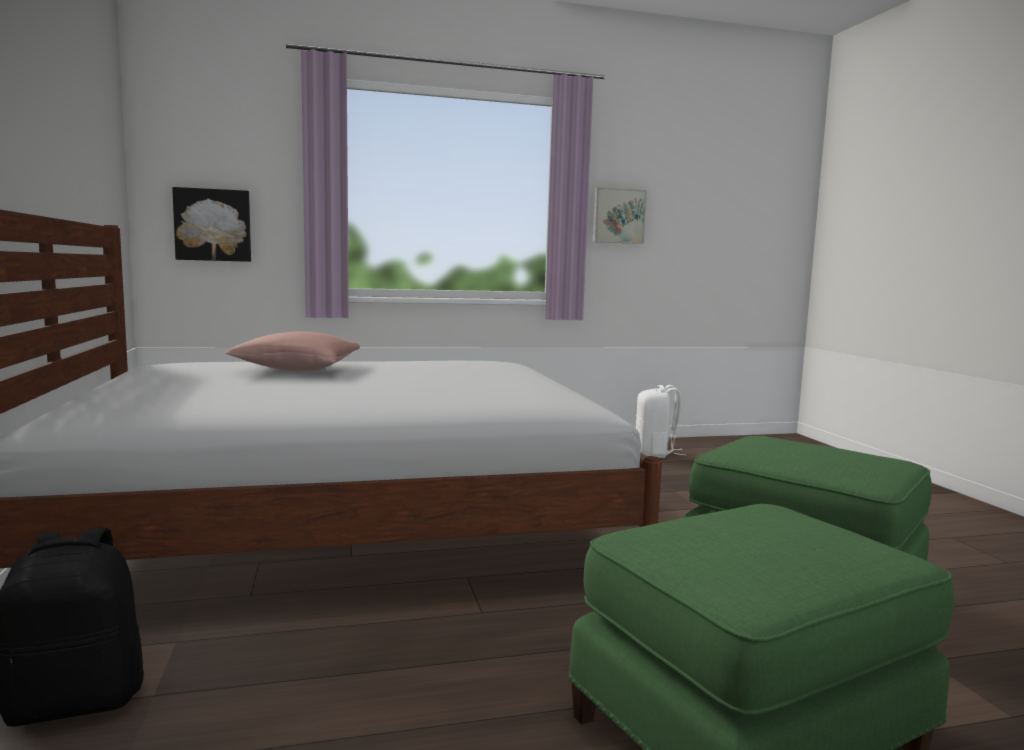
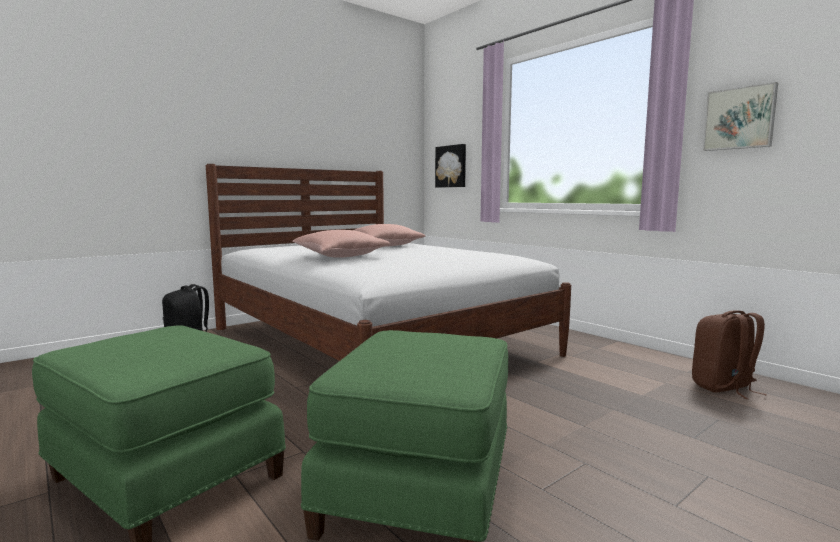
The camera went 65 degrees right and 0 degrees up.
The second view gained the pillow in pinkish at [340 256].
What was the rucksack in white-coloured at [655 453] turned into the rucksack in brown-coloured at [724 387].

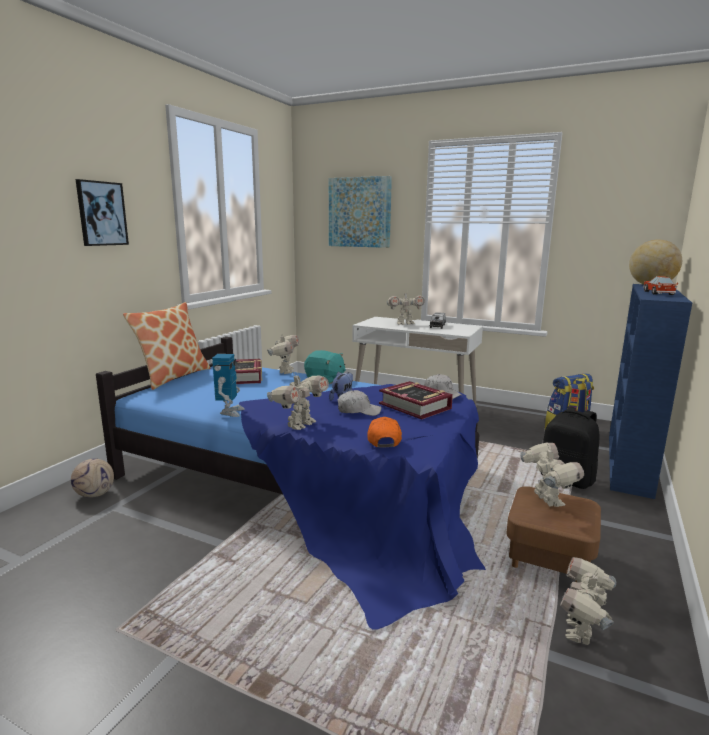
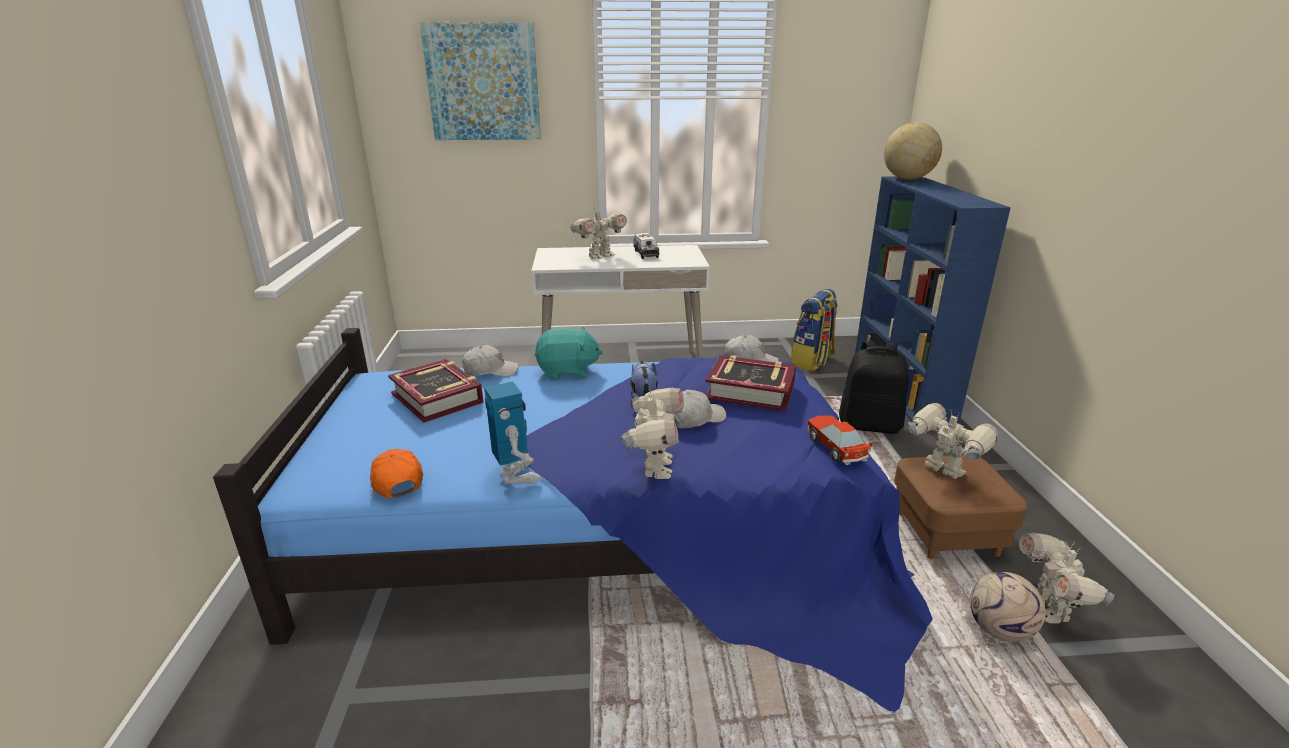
The camera went 30 degrees left and 10 degrees up.
The peaked cap in orangey ended up elsewhere, having gone from [383 439] to [396 480].
Where the robot figure stood at [285 371], the peaked cap in white-coloured came to stand at [490 370].
The miniature car ended up elsewhere, having gone from [658 293] to [835 447].
The football ended up elsewhere, having gone from [95 495] to [999 630].
The second view lost the picture at [101 213].
The second view lost the pillow at [173 377].

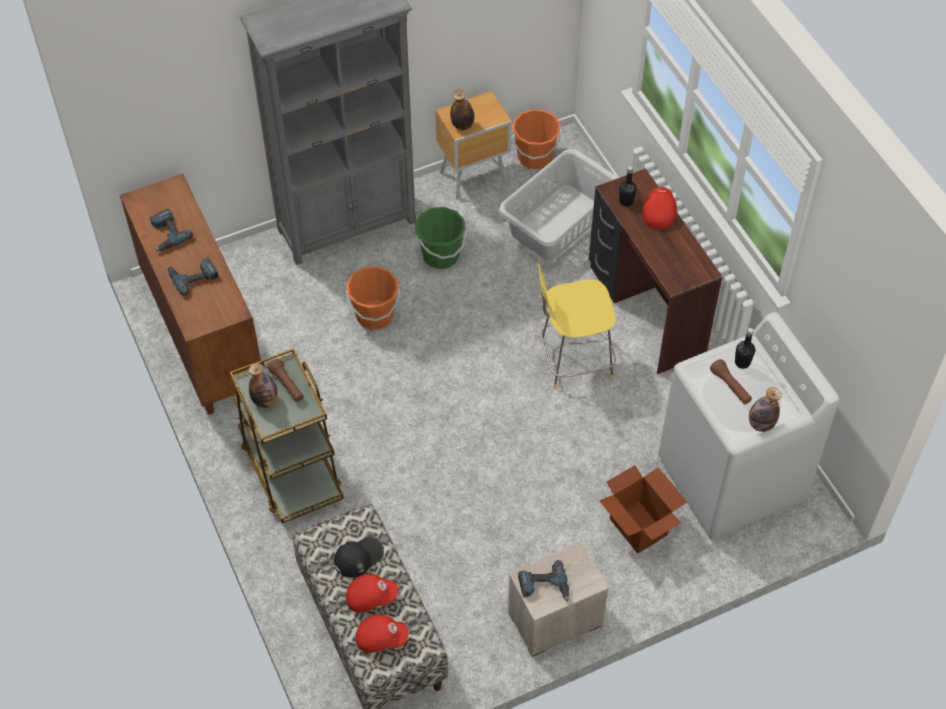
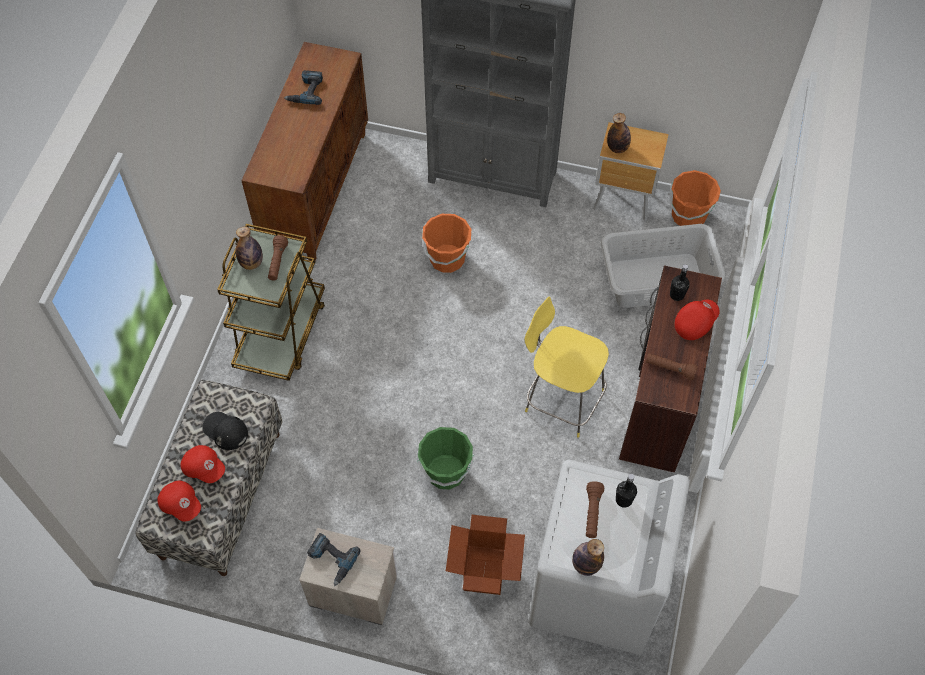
The camera went 40 degrees right and 5 degrees up.
The peaked cap in blackish at [358 557] ended up facing another way, 150 degrees counterclockwise from before.
The water bucket in green-coloured ended up elsewhere, having gone from [441 255] to [445 472].
The second view gained the torch in brown-coloured at [669 369].
The second view lost the drill at [193 276].

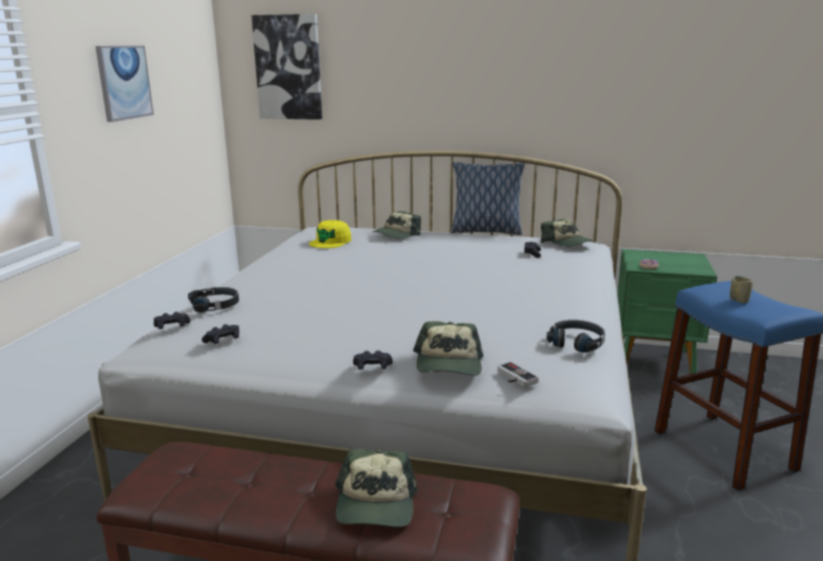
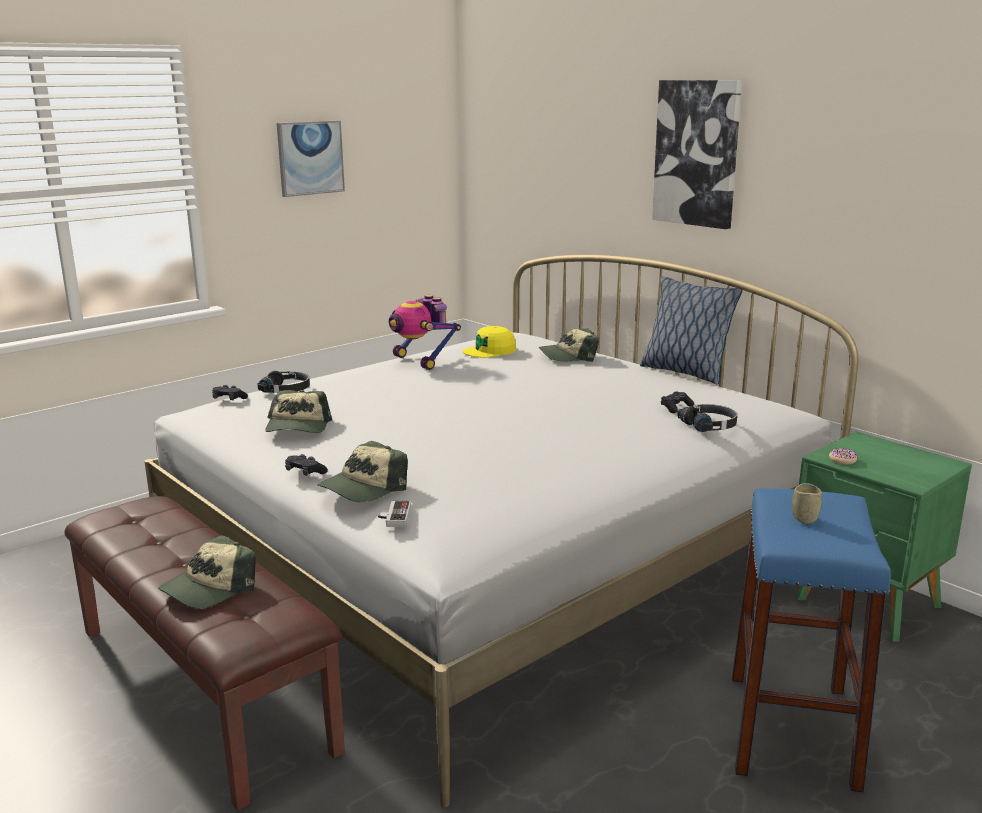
The camera went 35 degrees right and 0 degrees up.
The peaked cap ended up elsewhere, having gone from [567 243] to [298 427].
The second view gained the robot figure at [421 361].
The picture ended up elsewhere, having gone from [288 67] to [697 153].
The headset in blackish ended up elsewhere, having gone from [576 342] to [709 425].
The second view lost the game controller in blackish at [223 340].

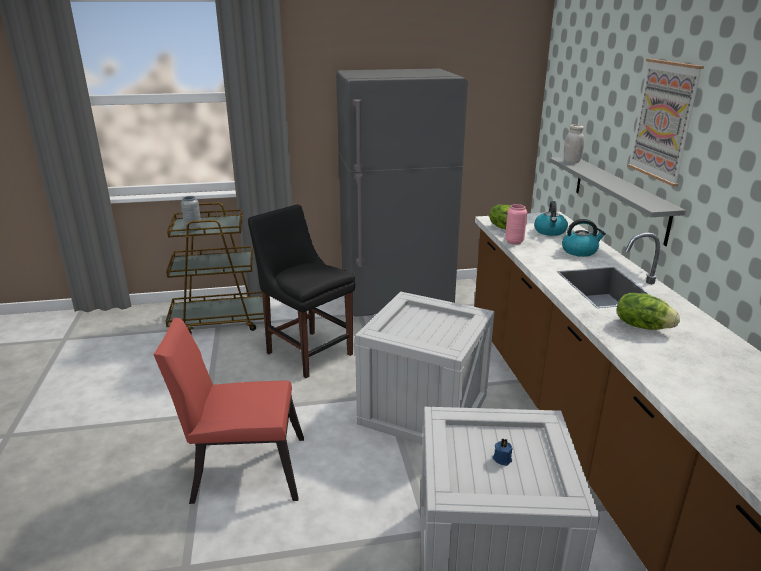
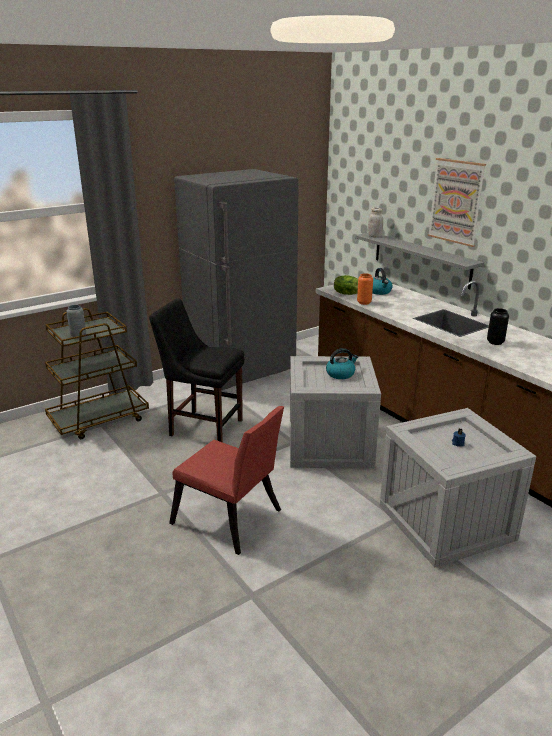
The camera went 25 degrees left and 0 degrees up.
The upright chair in red-coloured at [242 468] ended up facing another way, 120 degrees counterclockwise from before.
The tea kettle ended up elsewhere, having gone from [580 251] to [340 374].
What was the decorative vase in pinkish at [514 242] turned into the decorative vase in orangey at [364 302].
Where the lettuce head stood at [642 326], the decorative vase in blackish came to stand at [495 342].

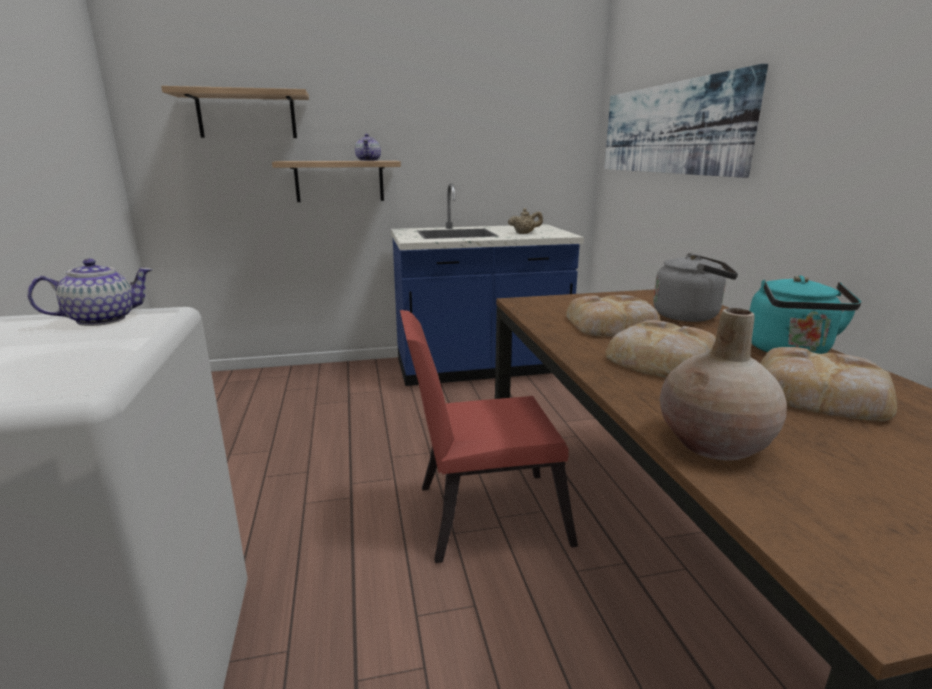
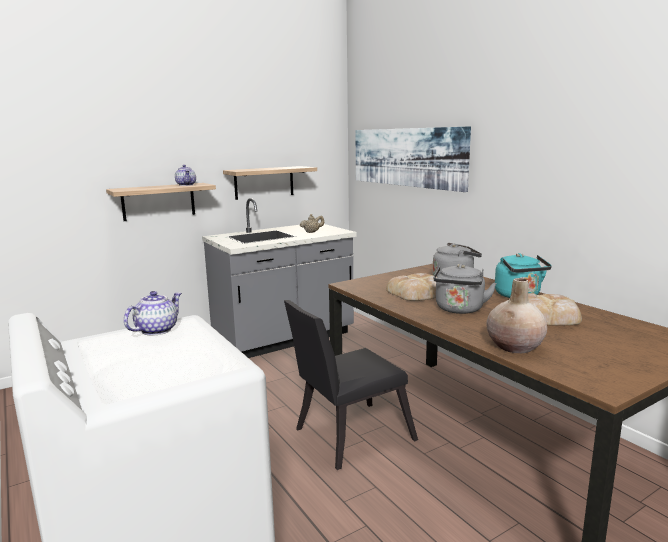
The camera went 20 degrees left and 5 degrees down.
What was the counter in blue-coloured at [480 368] turned into the counter in gray at [284 339].
The bracket shelf ended up elsewhere, having gone from [247 115] to [264 182].
What was the upright chair in red-coloured at [481 514] turned into the upright chair in blackish at [347 436].
Where the baked bread stood at [659 359], the tea kettle in gray came to stand at [459 310].

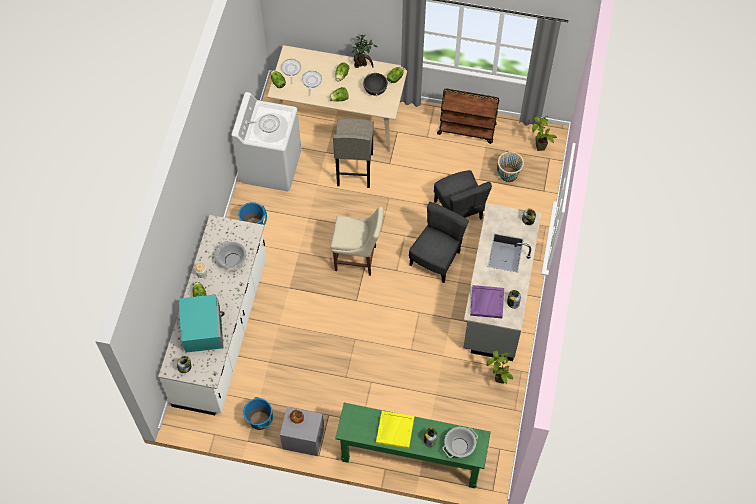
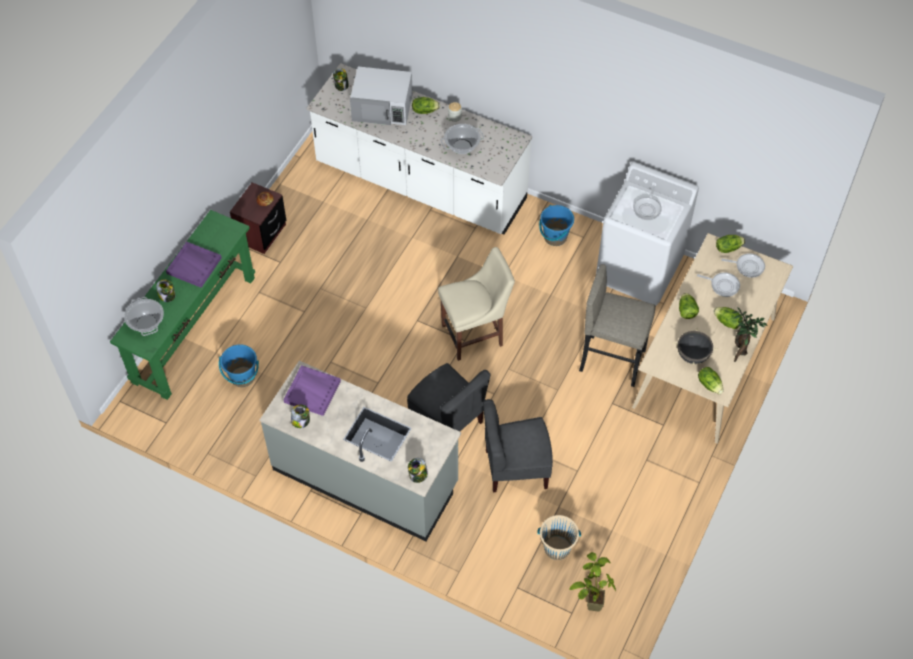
The camera went 105 degrees right and 5 degrees down.
What was the carrying tray in yellow-coloured at [394 430] turned into the carrying tray in purplish at [194 265].
The water bucket in blue-coloured ended up elsewhere, having gone from [260 421] to [242 377].
What was the night table in gray at [303 439] turned into the night table in brown-coloured at [261 233].
What was the microwave oven in blue-green at [202 328] turned into the microwave oven in white-coloured at [383 107].
The upright chair in sand-coloured at [358 259] ended up facing another way, 135 degrees counterclockwise from before.
The second view lost the wheeled cart in brown-coloured at [467 129].
The second view lost the potted plant at [498 382].

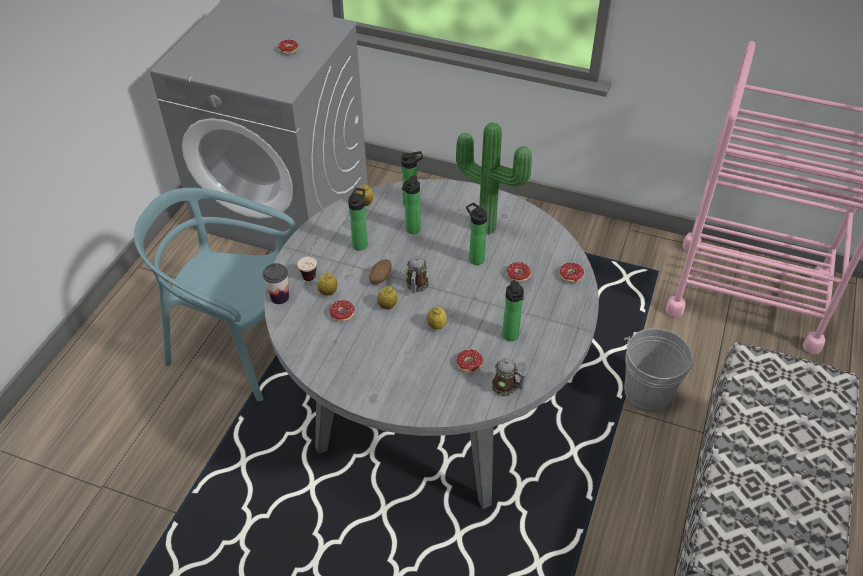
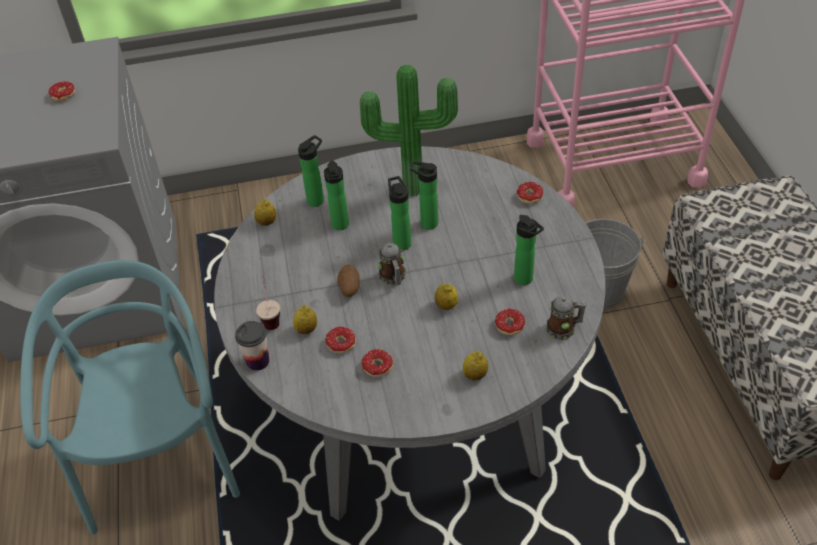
The camera went 30 degrees left and 0 degrees up.
The upright chair in blue-green at [238 345] ended up facing another way, 90 degrees clockwise from before.
The ring doughnut ended up elsewhere, having gone from [515 277] to [375 371].
The bottle ended up elsewhere, having gone from [361 243] to [401 242].
The whole lemon ended up elsewhere, having gone from [387 305] to [475 375].

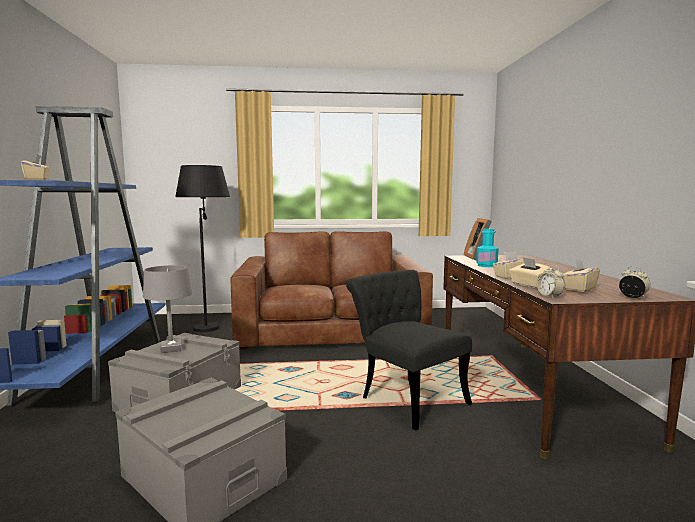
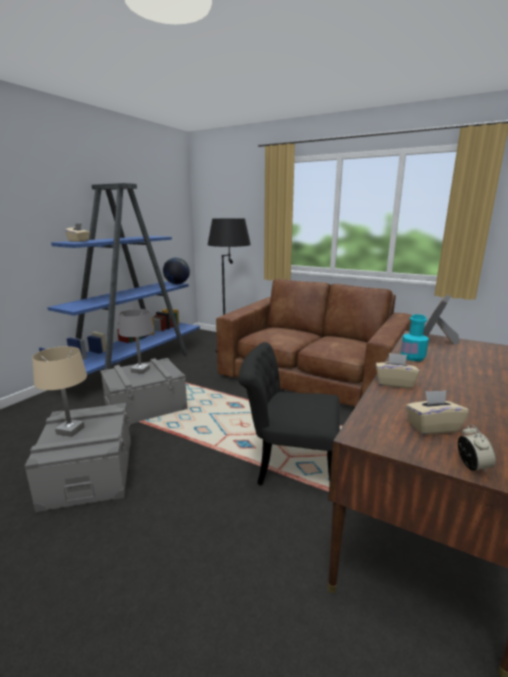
The camera went 35 degrees right and 10 degrees up.
The second view gained the table lamp in sand-coloured at [70 430].
The second view gained the world globe at [177 284].
The upright chair in blackish at [406 397] ended up facing another way, 75 degrees counterclockwise from before.
The second view lost the tissue holder in sand-coloured at [529 285].
The second view lost the bedside clock at [549 296].

